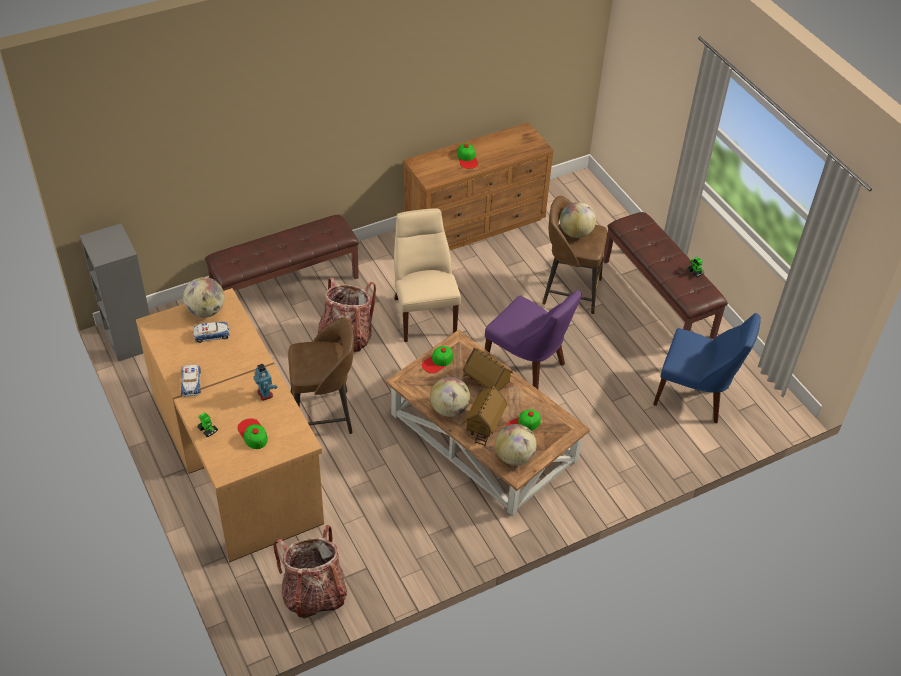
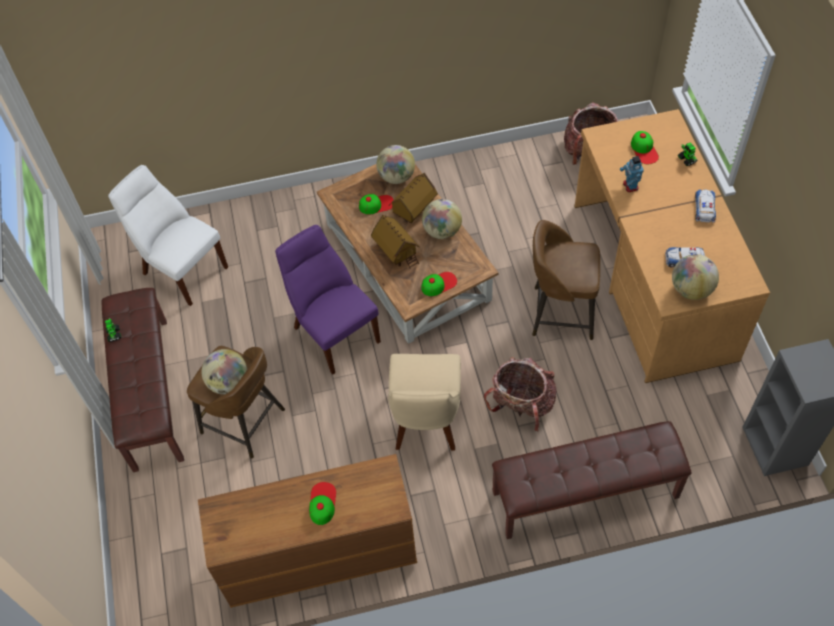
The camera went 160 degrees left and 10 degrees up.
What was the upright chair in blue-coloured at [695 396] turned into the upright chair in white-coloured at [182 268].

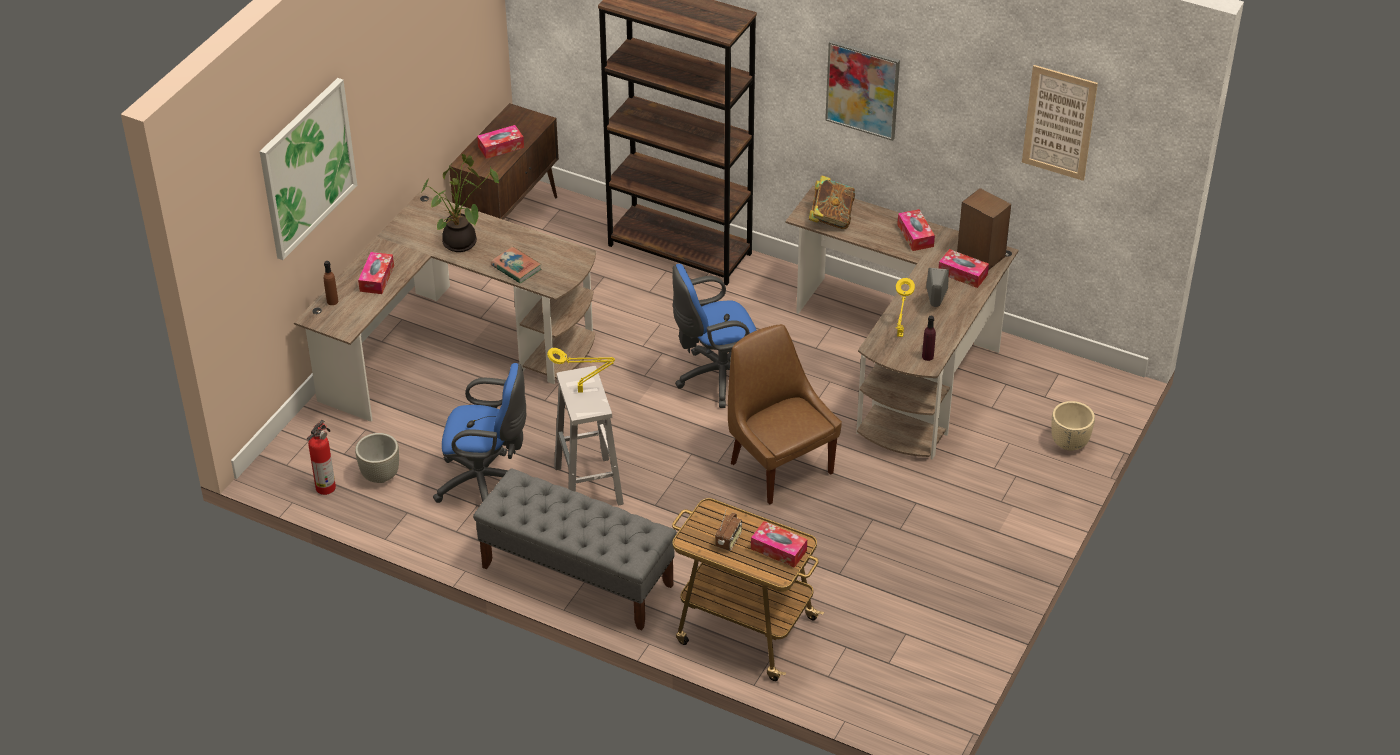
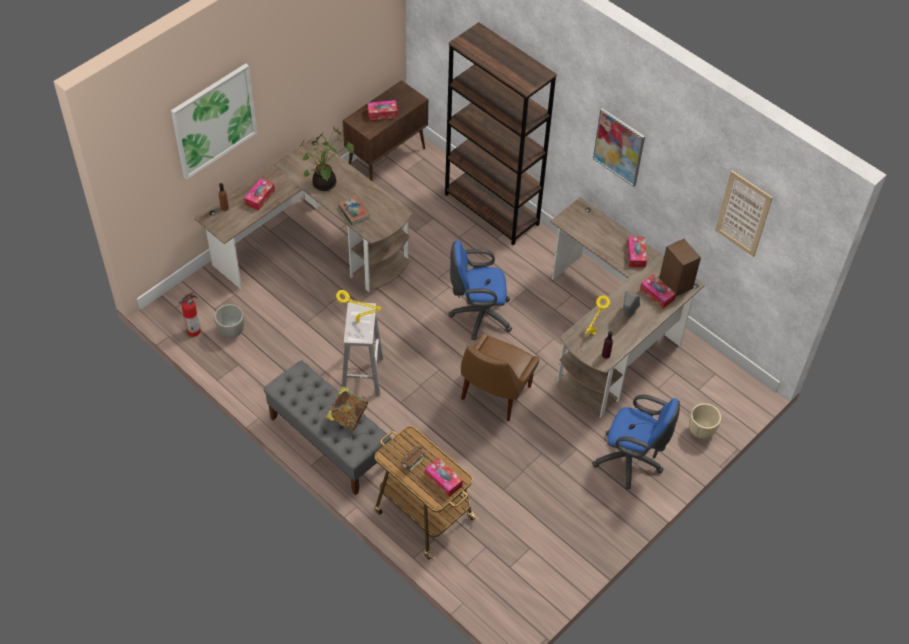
The camera went 15 degrees right and 10 degrees up.
The book ended up elsewhere, having gone from [831 218] to [347 416].
The upright chair in brown-coloured at [779 466] ended up facing another way, 135 degrees counterclockwise from before.
The office chair in blue-coloured ended up elsewhere, having gone from [487 484] to [631 461].

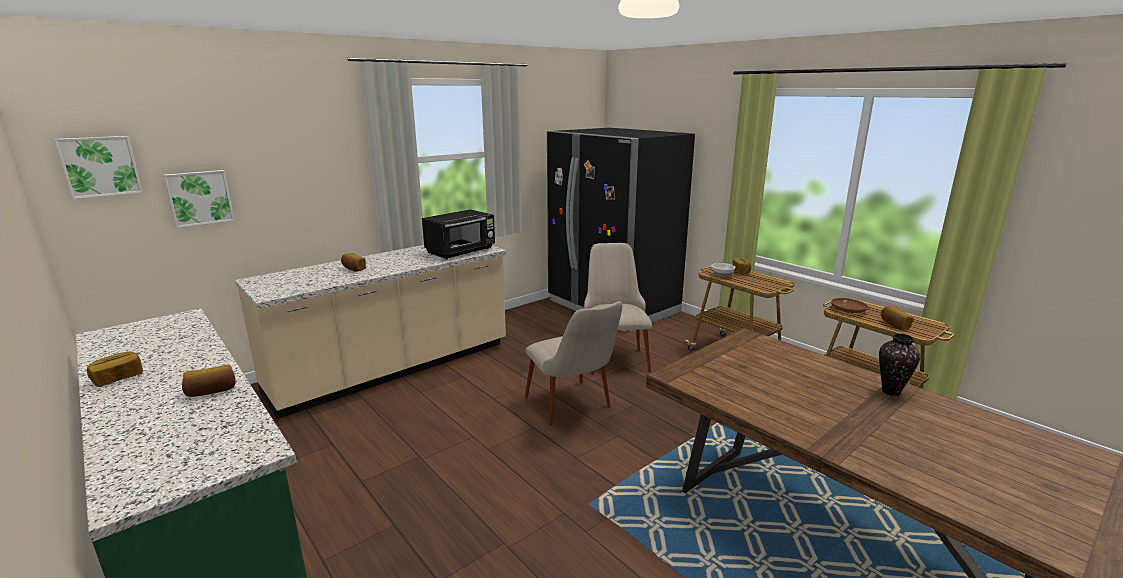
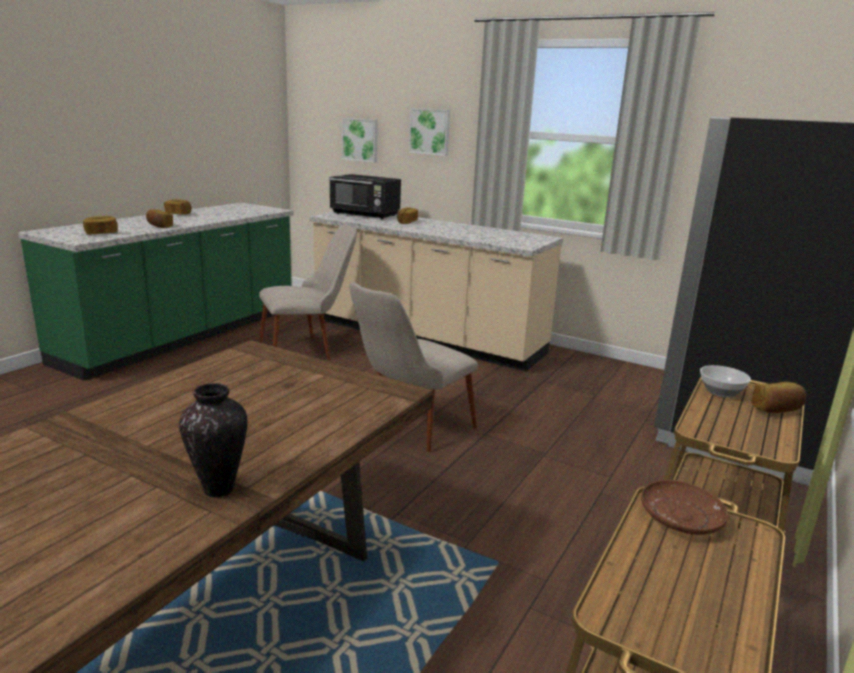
The camera went 70 degrees right and 0 degrees up.
The baked bread ended up elsewhere, having gone from [894 325] to [101 233].
The upright chair in sand-coloured ended up elsewhere, having gone from [614 355] to [308 349].
The microwave oven in blackish ended up elsewhere, having gone from [461 251] to [365 214].
The picture ended up elsewhere, having gone from [100 166] to [430 131].

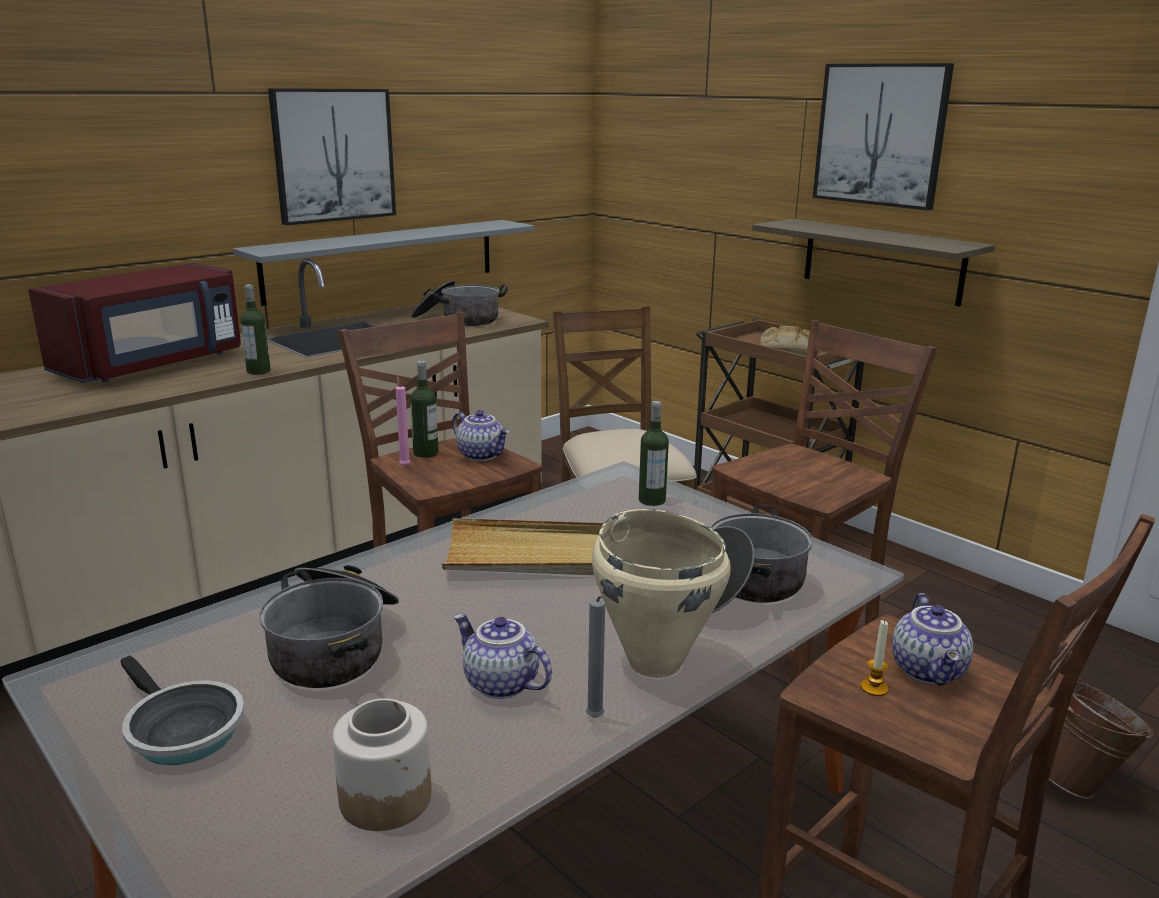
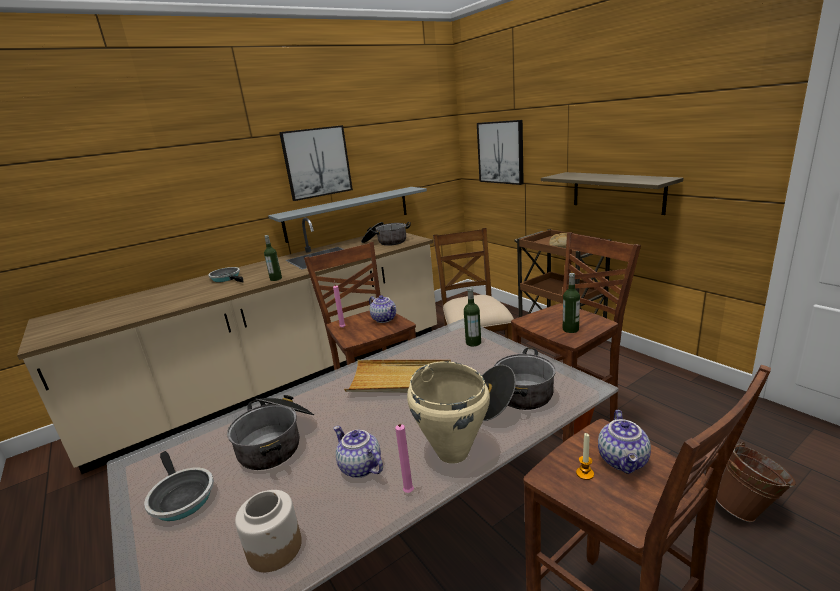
The camera went 10 degrees right and 0 degrees up.
Where the microwave oven in red-coloured stood at [153 364], the skillet came to stand at [227 278].
What was the wax candle in gray at [595 719] turned into the wax candle in pinkish at [408 493].
The picture ended up elsewhere, having gone from [880 135] to [501 152].
The bottle ended up elsewhere, having gone from [426 453] to [570 329].

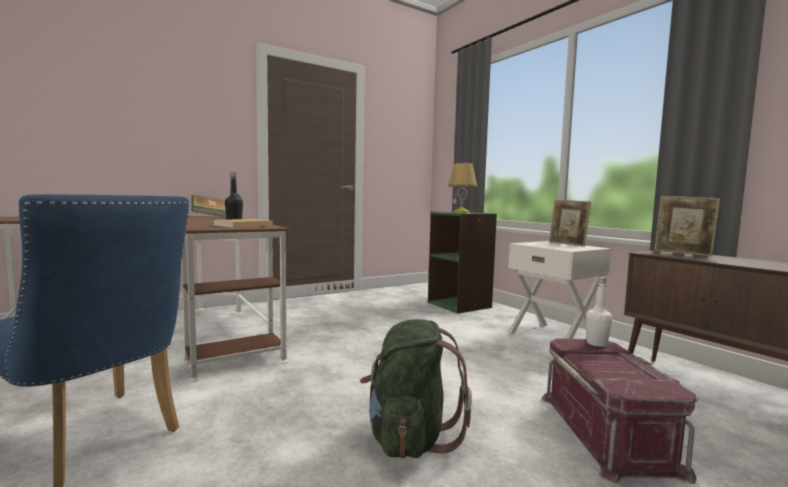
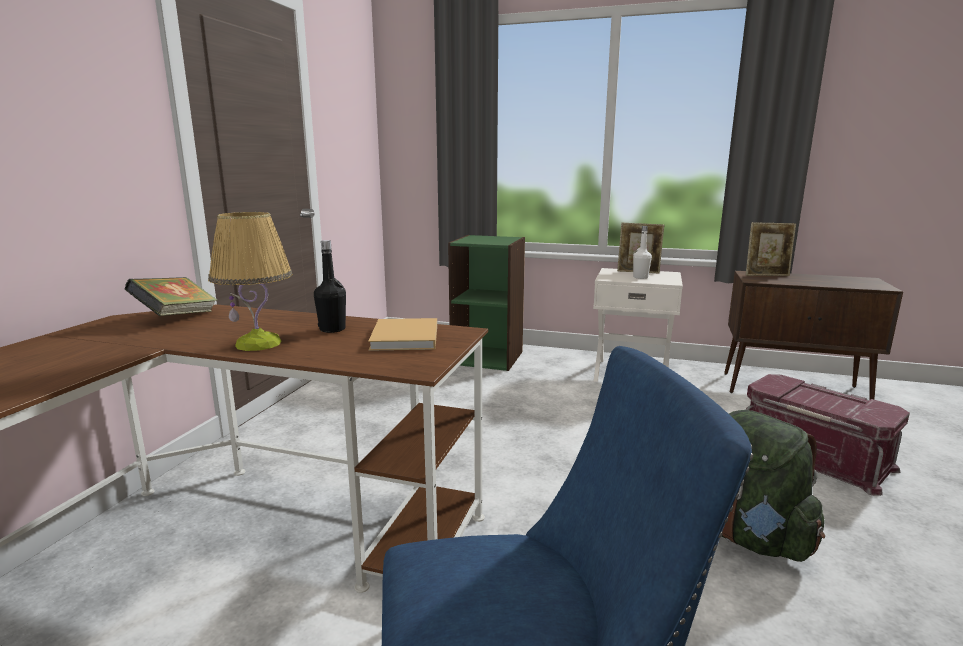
The camera went 40 degrees left and 10 degrees up.
The table lamp ended up elsewhere, having gone from [461 213] to [259 343].
The bottle in white-coloured ended up elsewhere, having gone from [596 343] to [640 277].

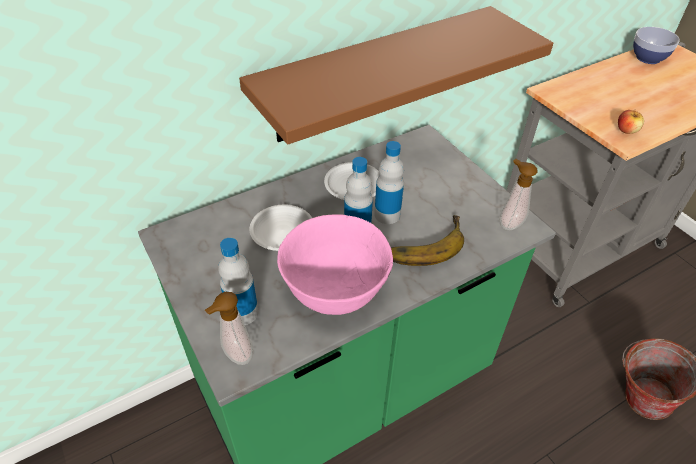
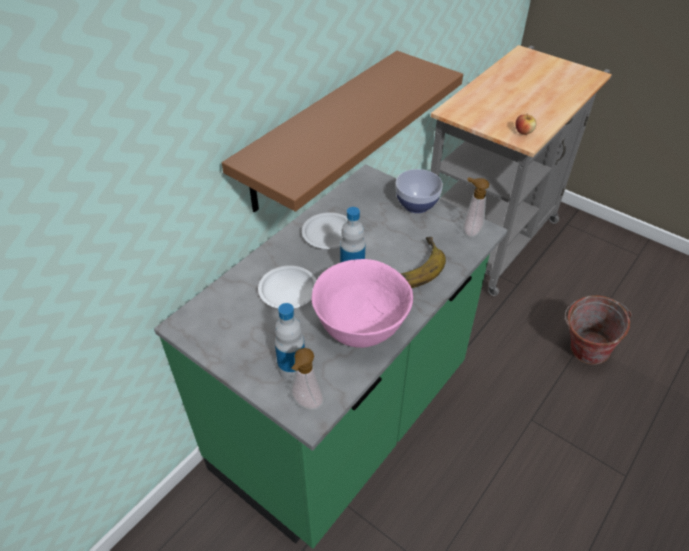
The camera went 20 degrees left and 0 degrees up.
The deep dish ended up elsewhere, having gone from [648 58] to [416 205].
The second view lost the bottle at [387 214].

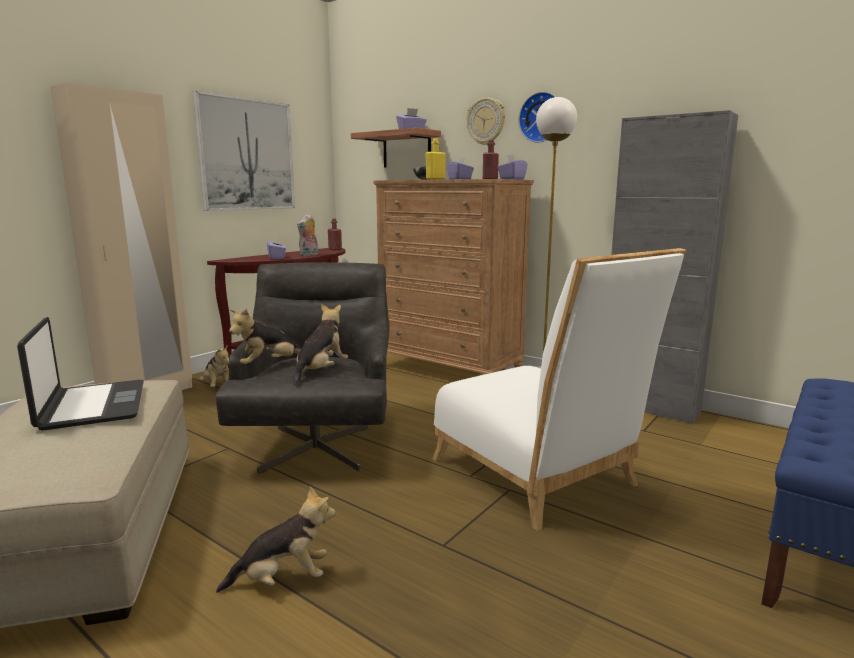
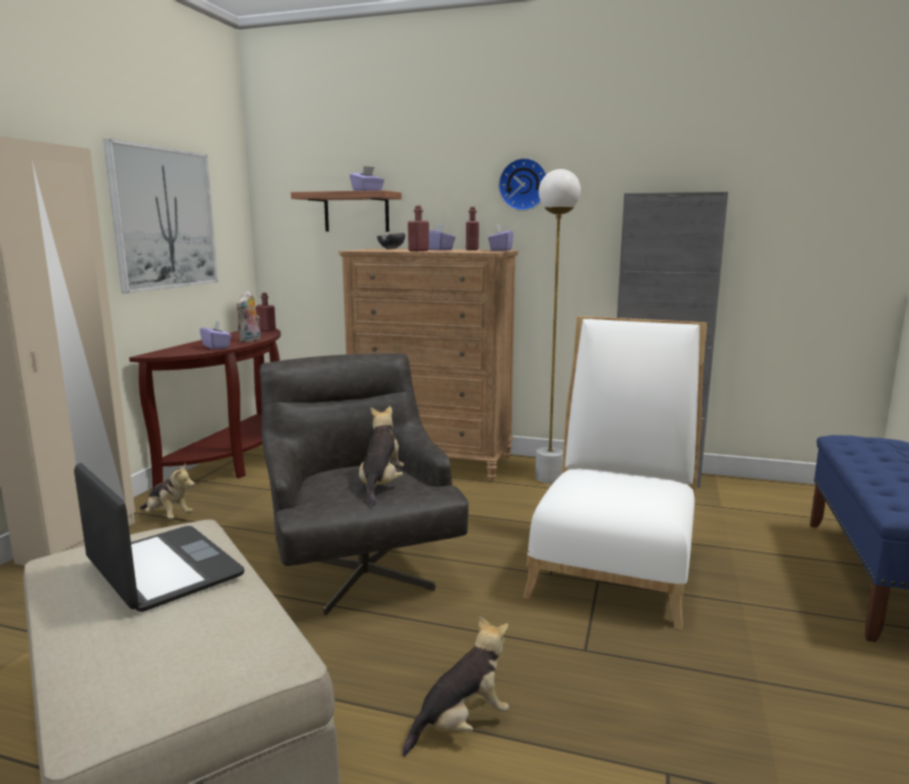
The camera went 20 degrees left and 0 degrees up.
What was the bottle in yellow-coloured at [435 179] turned into the bottle in red-coloured at [418 251].
The upright chair in white-coloured at [540 477] ended up facing another way, 105 degrees counterclockwise from before.
The second view lost the soft toy at [269 365].
The second view lost the clock on the wall at [486 121].

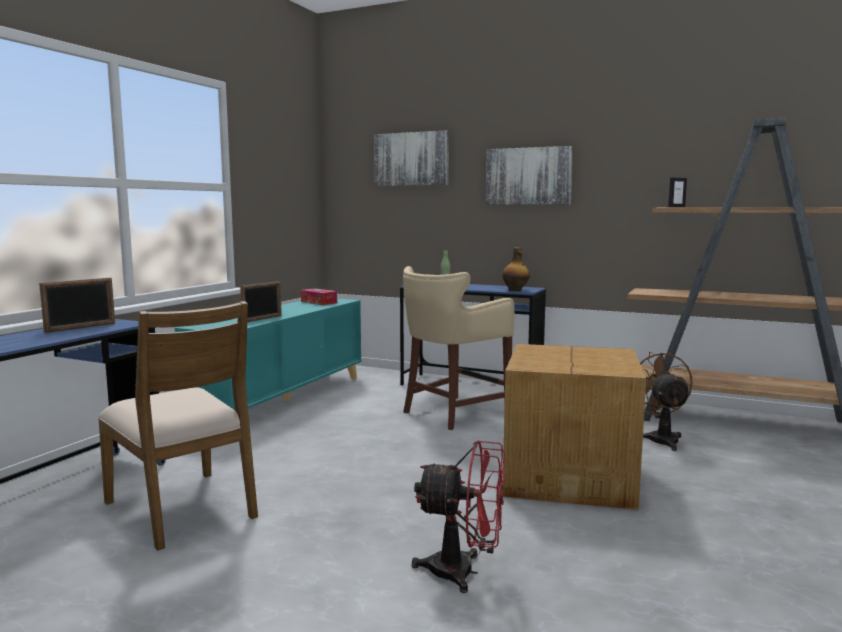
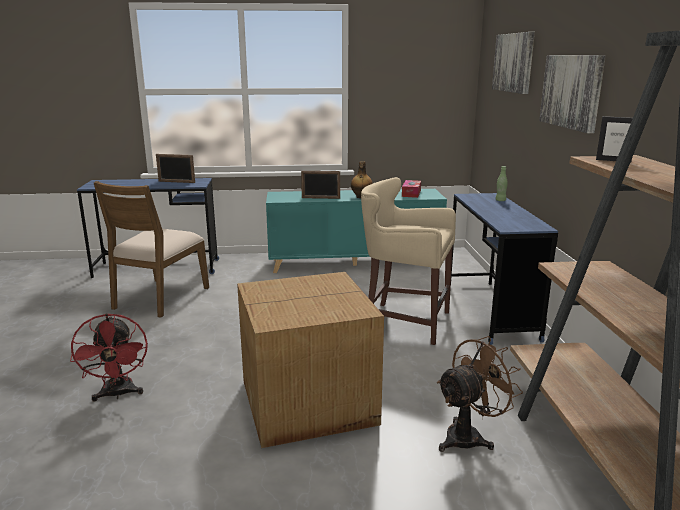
The camera went 60 degrees right and 10 degrees up.
The bottle ended up elsewhere, having gone from [515 290] to [361 197].

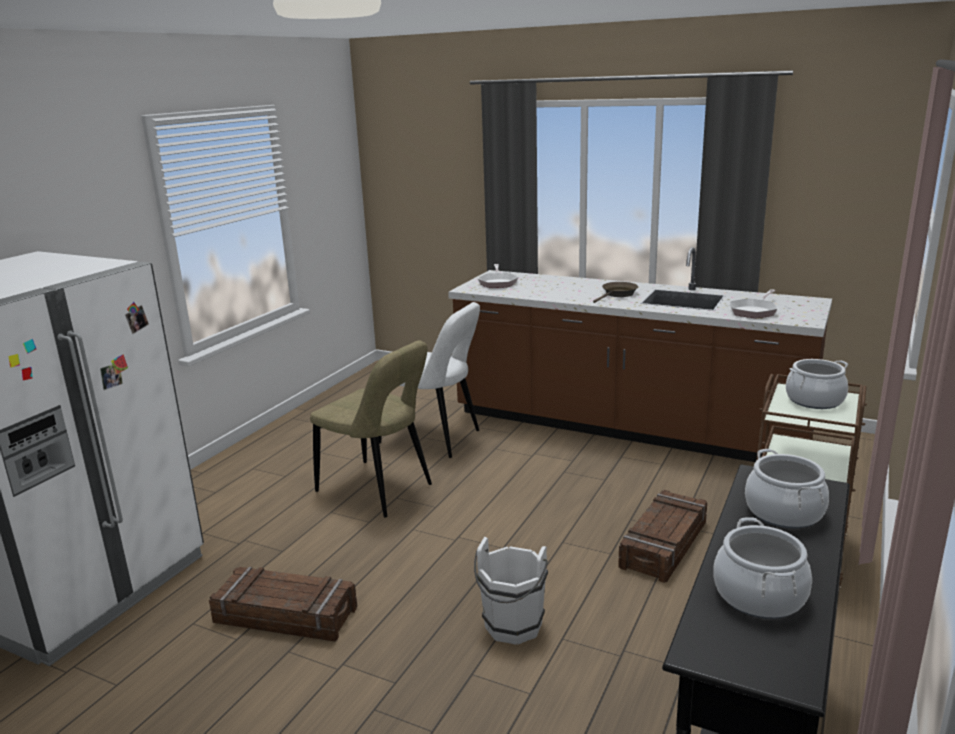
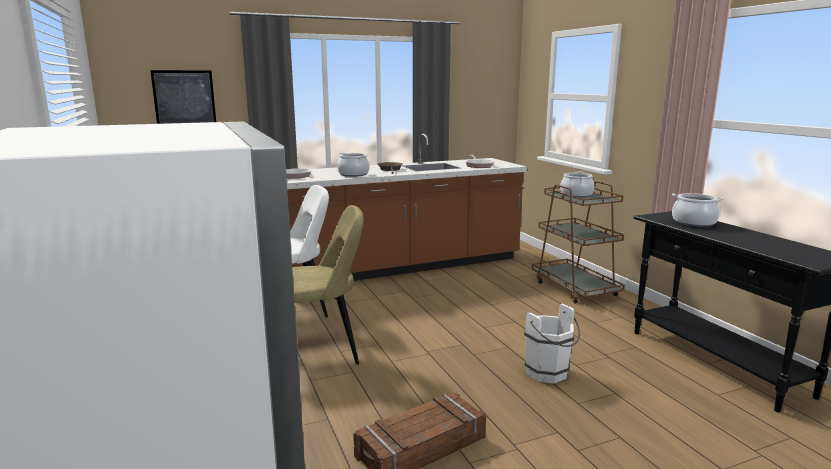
The camera went 50 degrees left and 5 degrees down.
The second view gained the picture at [184 99].
The saucepot ended up elsewhere, having gone from [759 595] to [353 174].
The second view lost the shipping crate at [664 545].

